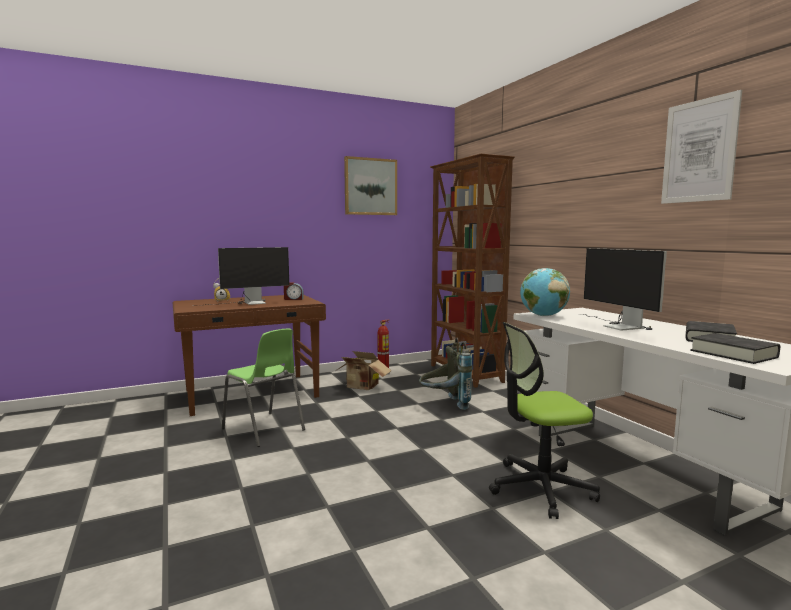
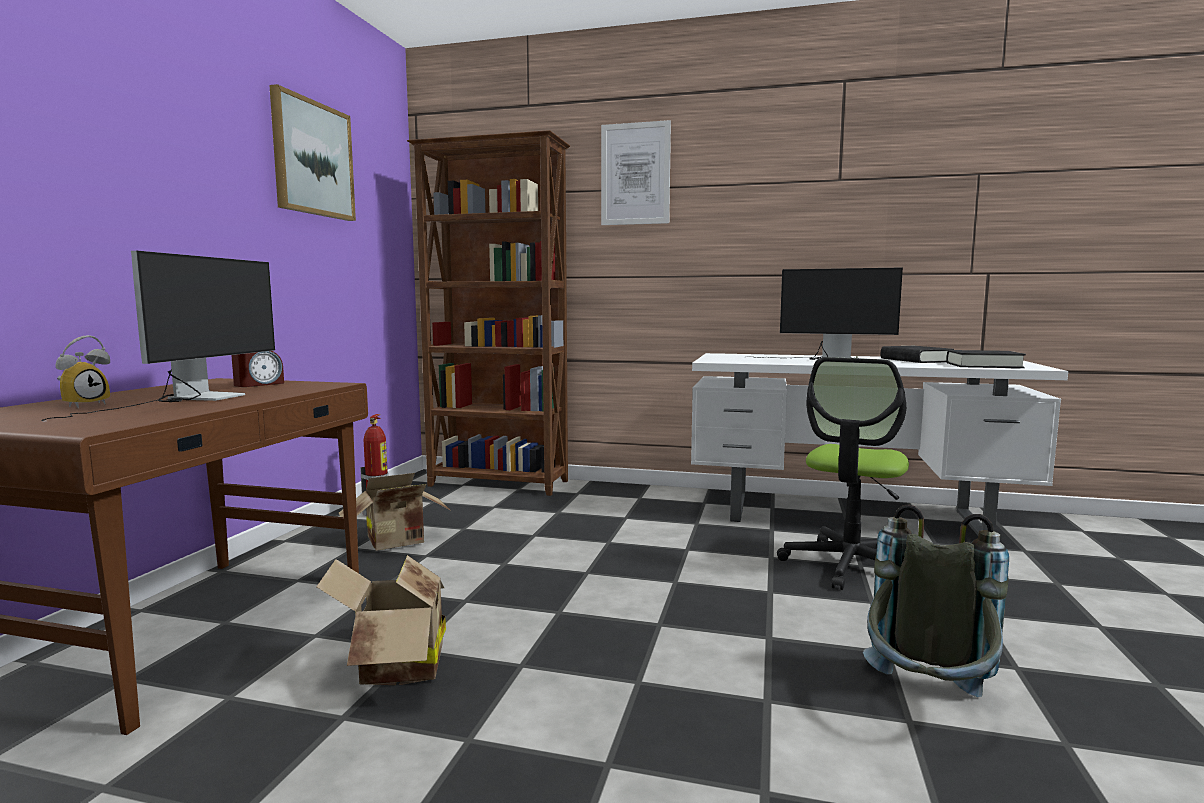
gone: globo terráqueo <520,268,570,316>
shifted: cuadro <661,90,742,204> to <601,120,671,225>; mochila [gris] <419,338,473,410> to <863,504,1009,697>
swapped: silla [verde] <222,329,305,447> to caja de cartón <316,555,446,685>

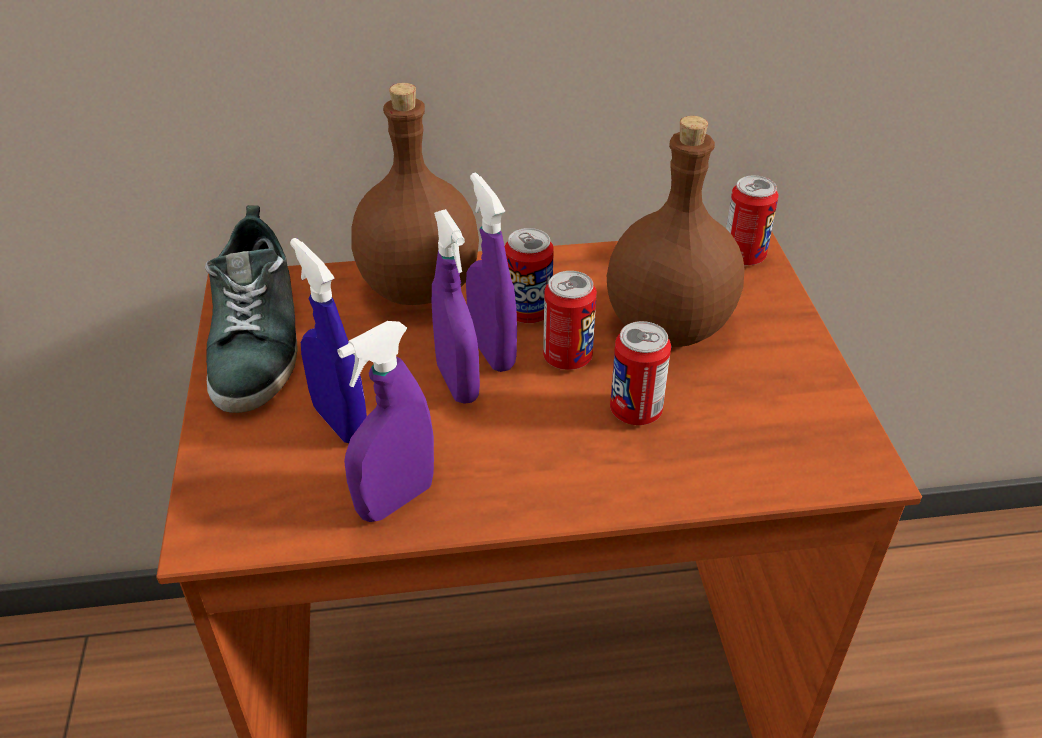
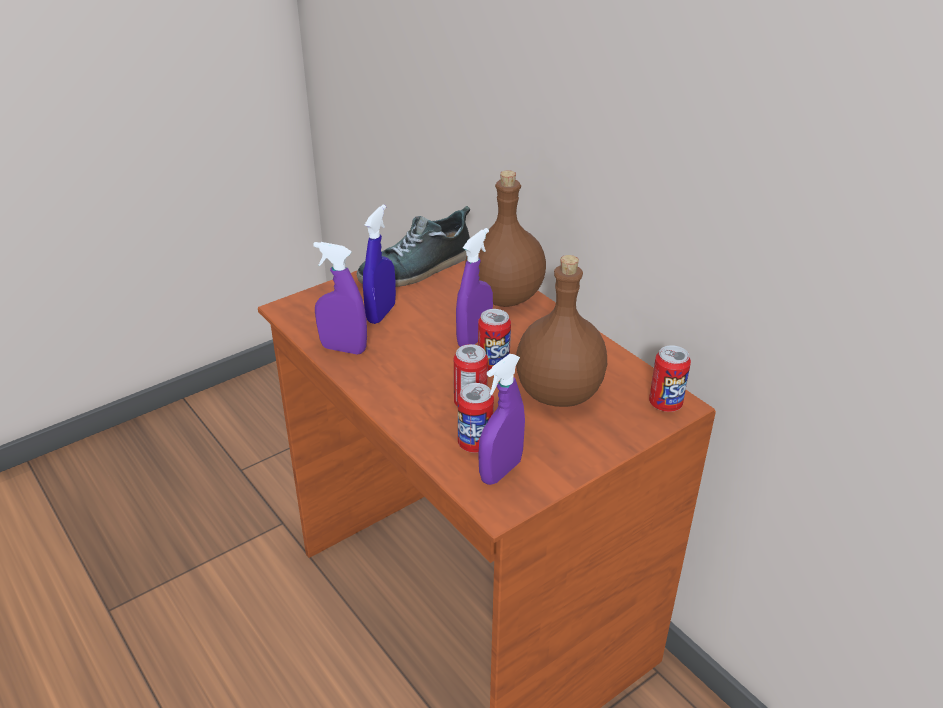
shifted: lata <505,228,554,323> to <458,383,494,453>; pulverizador [morado] <432,209,480,404> to <478,354,525,485>

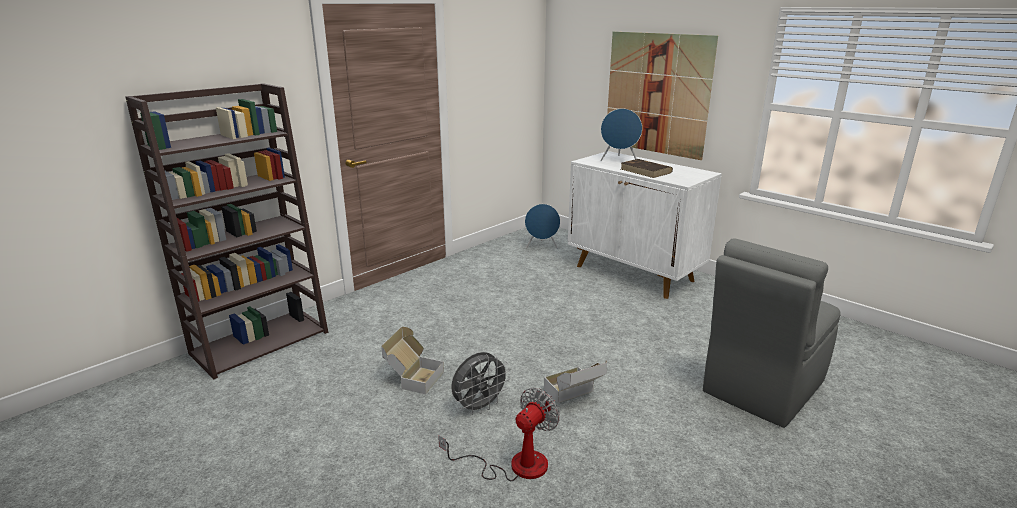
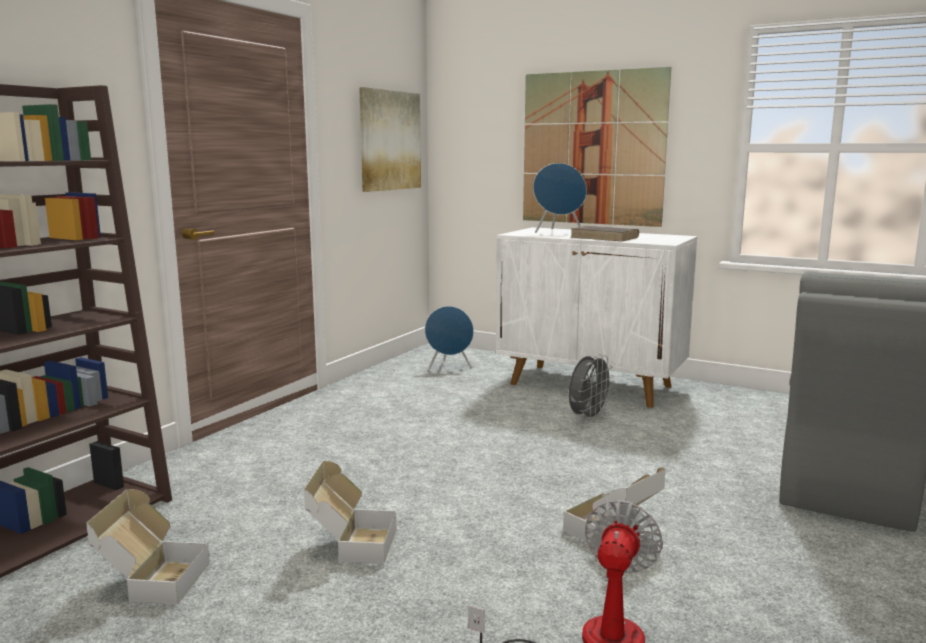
new: caja de cartón <86,489,210,605>; cuadro <359,87,421,192>
shifted: ventilador [gris] <451,352,510,415> to <569,354,614,422>

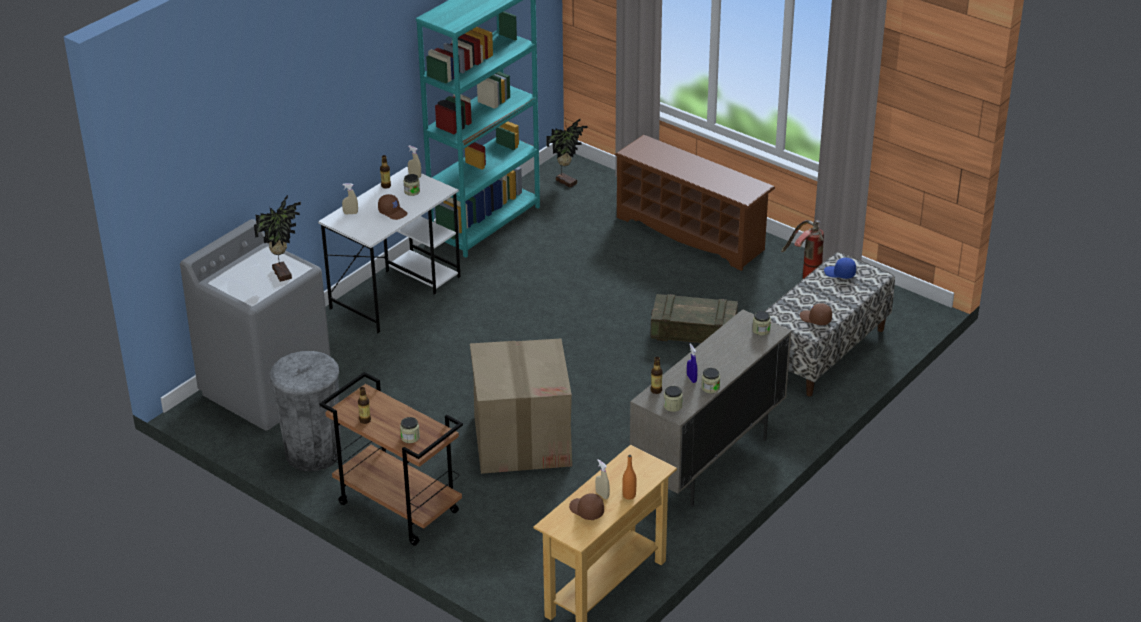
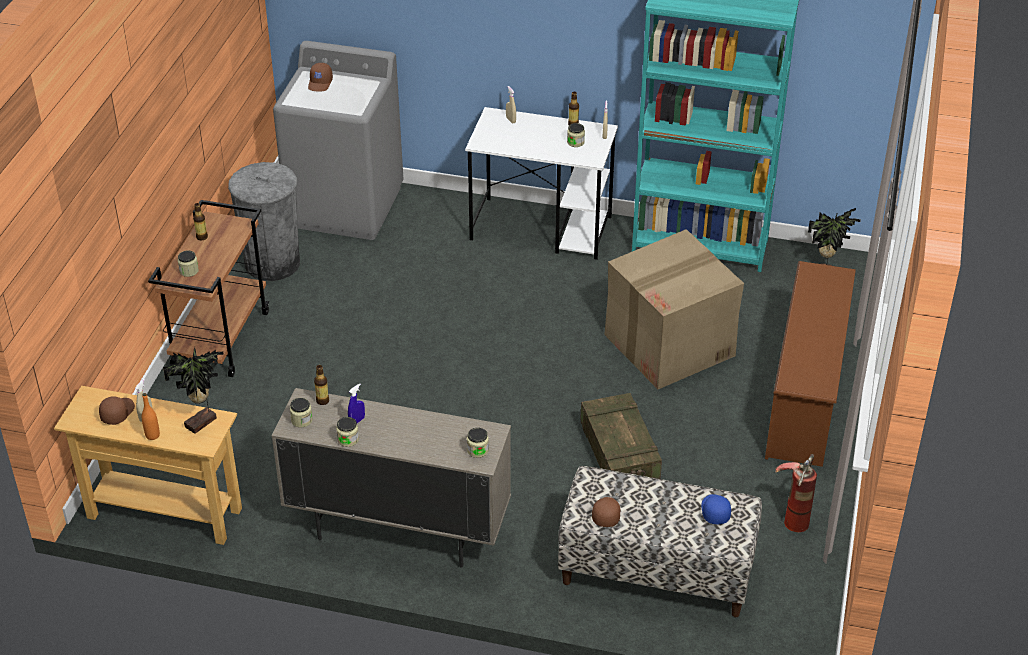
shifted: planta en maceta <254,195,301,282> to <163,349,224,434>; gorra [marrón] <378,194,407,220> to <308,63,333,92>; caja de cartón <470,338,572,474> to <604,229,744,389>

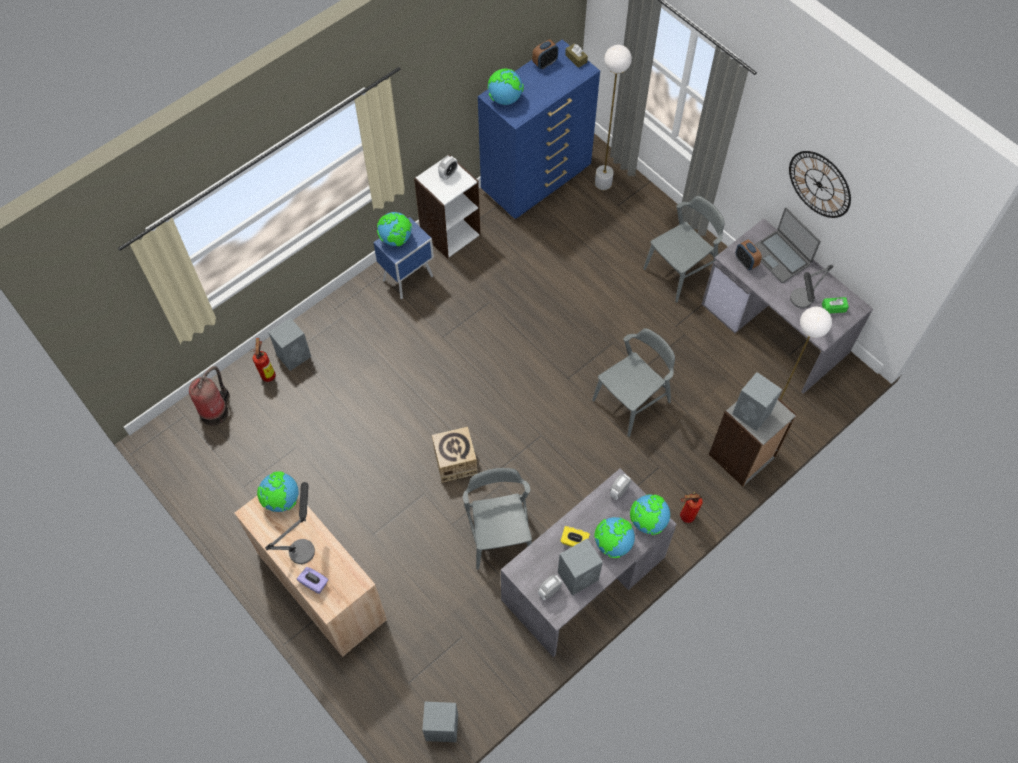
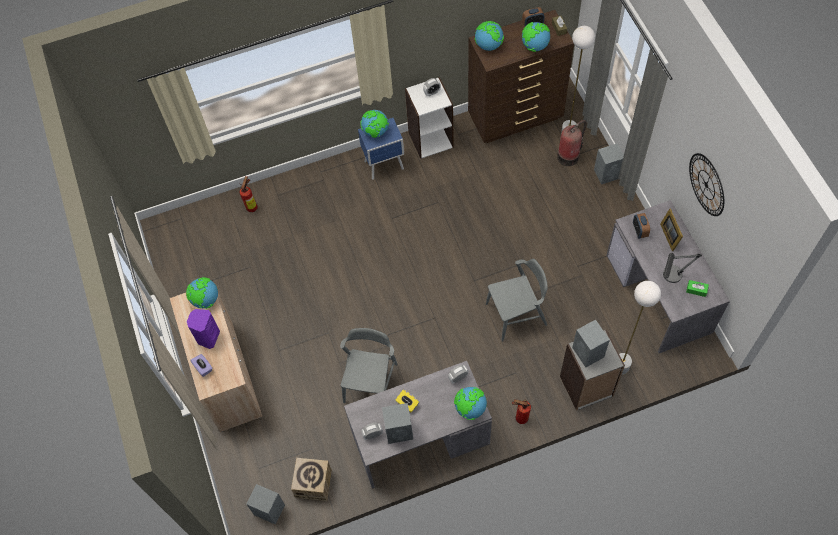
gone: silla [gris] <643,196,725,302>
shifted: caja de cartón <432,427,477,483> to <291,458,332,501>; globo terráqueo <594,517,635,558> to <522,22,550,52>; extintor <189,366,230,426> to <557,120,587,166>; altavoz [gris] <268,318,311,371> to <594,143,624,184>
swapped: lámpara de mesa <265,482,315,564> to altavoz [morado] <187,309,220,349>; portátil <754,208,820,283> to portarretratos <660,209,683,251>
repainted: cómoda [azul] <478,40,600,219> to cómoda [marrón] <468,10,574,143>

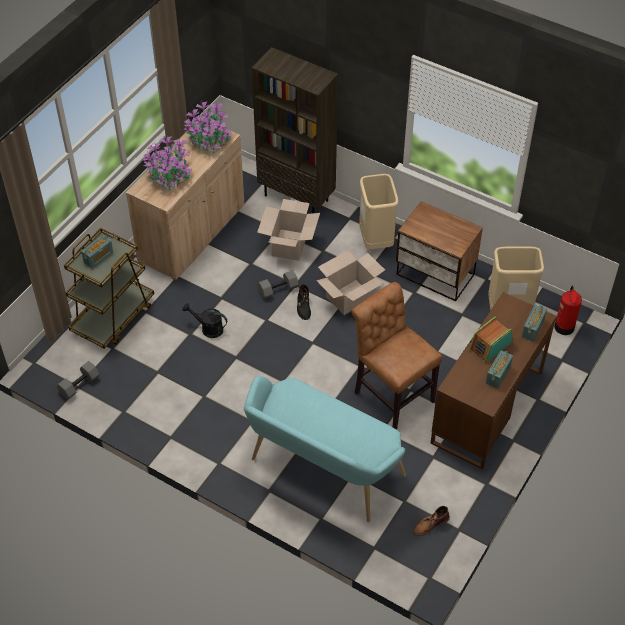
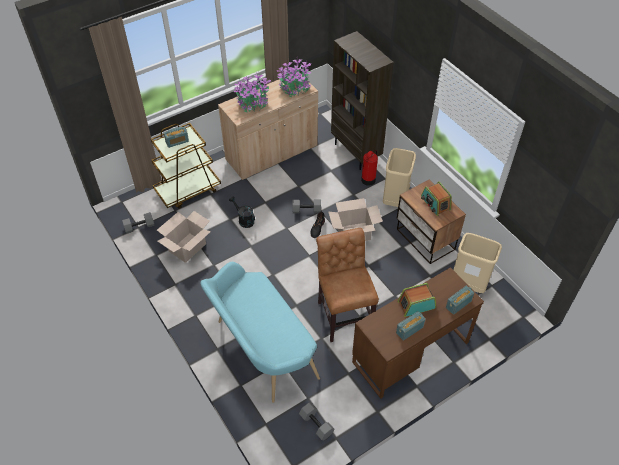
new: radio <421,181,452,216>
shifted: caja de cartón <257,199,320,261> to <157,211,210,263>; extintor <554,285,582,335> to <361,150,378,186>
swapped: bota [marrón] <413,506,450,536> to mancuerna [gris] <299,403,335,441>

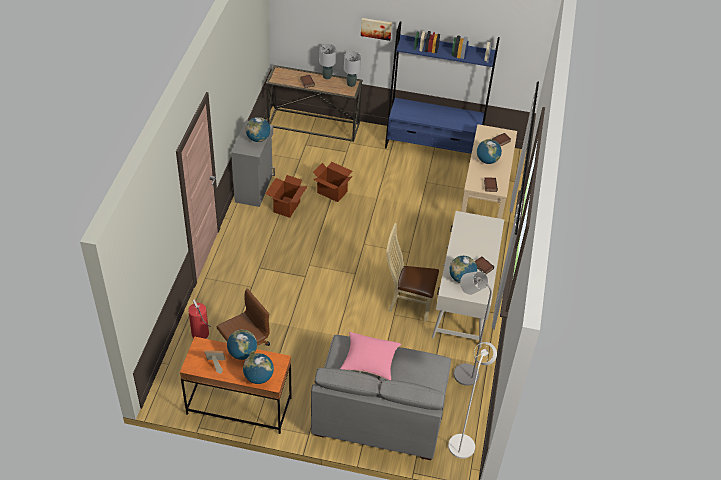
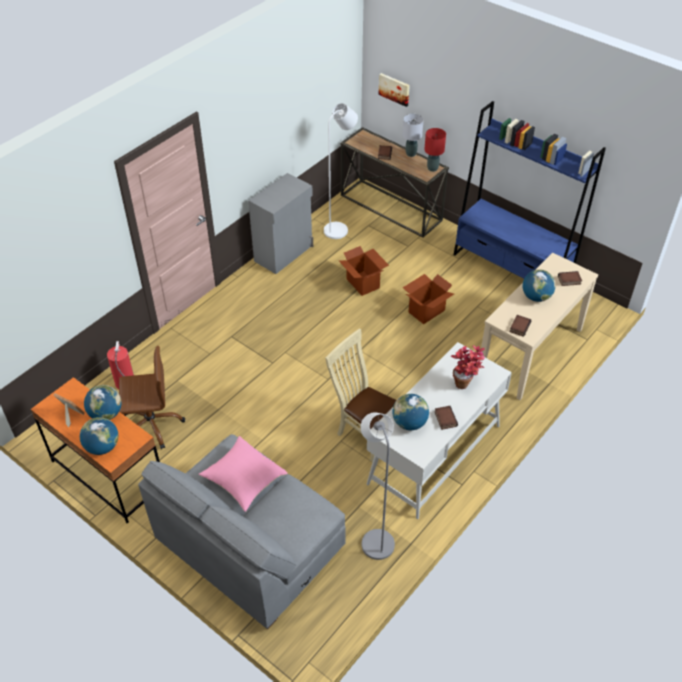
gone: globo terráqueo <246,117,270,142>
new: planta en maceta <451,346,485,389>
shifted: lámpara de pie [blanco] <448,342,497,459> to <324,103,358,239>; cuadro <361,18,392,41> to <379,73,410,107>; caja de cartón <265,175,308,218> to <403,274,454,324>
repainted: lámpara de mesa [gris] <344,51,361,87> to lámpara de mesa [rojo] <424,128,446,172>

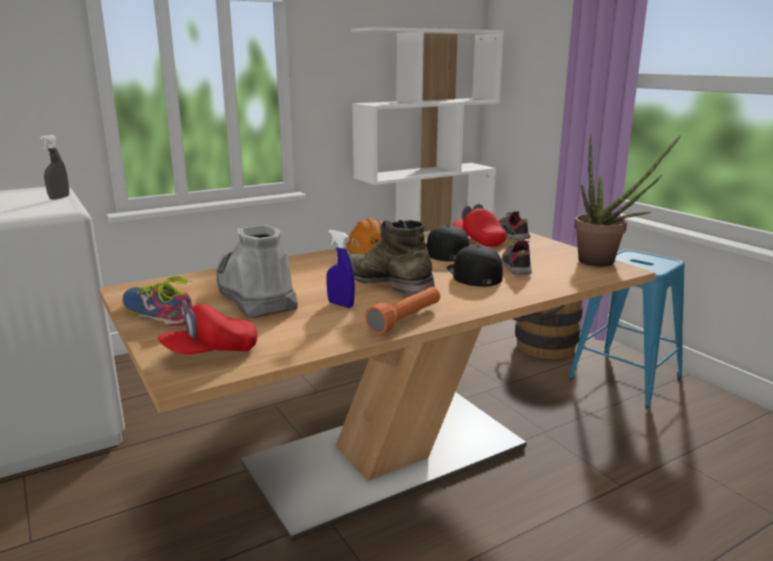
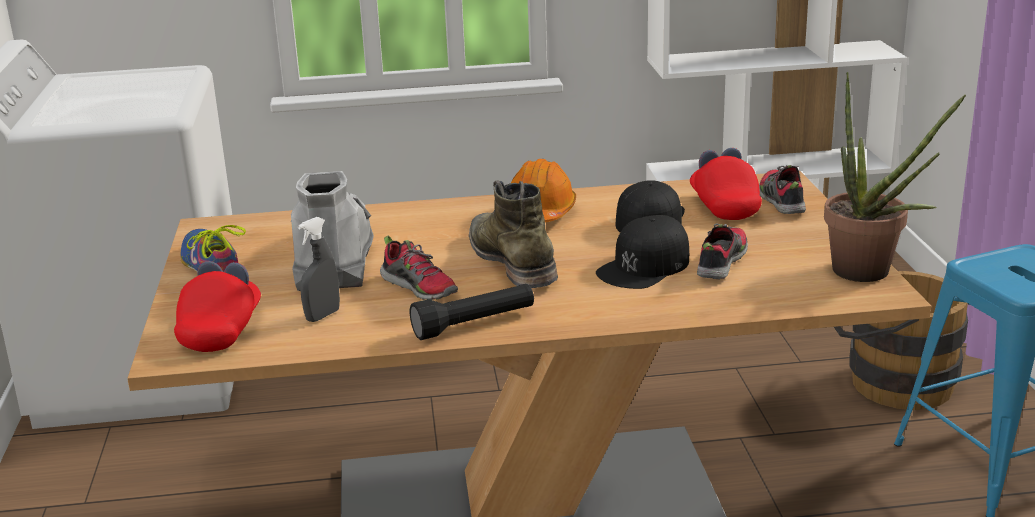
shifted: pulverizador [gris] <40,135,69,200> to <298,217,340,322>
swapped: pulverizador [azul] <326,230,355,308> to zapato <380,236,458,300>
repainted: linterna [naranja] <365,287,440,335> to linterna [negro] <410,284,534,340>
rotated: gorra [rojo] <158,300,257,354> = <174,261,261,352> 105 degrees clockwise; gorra [negro] <447,245,503,287> = <596,215,689,289> 150 degrees counterclockwise

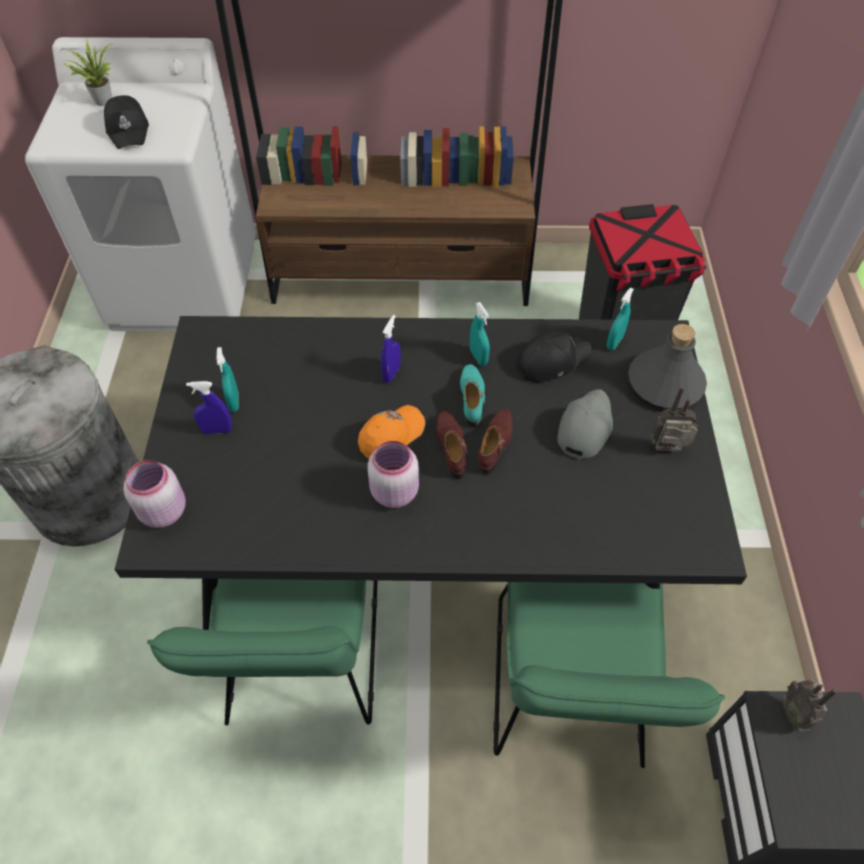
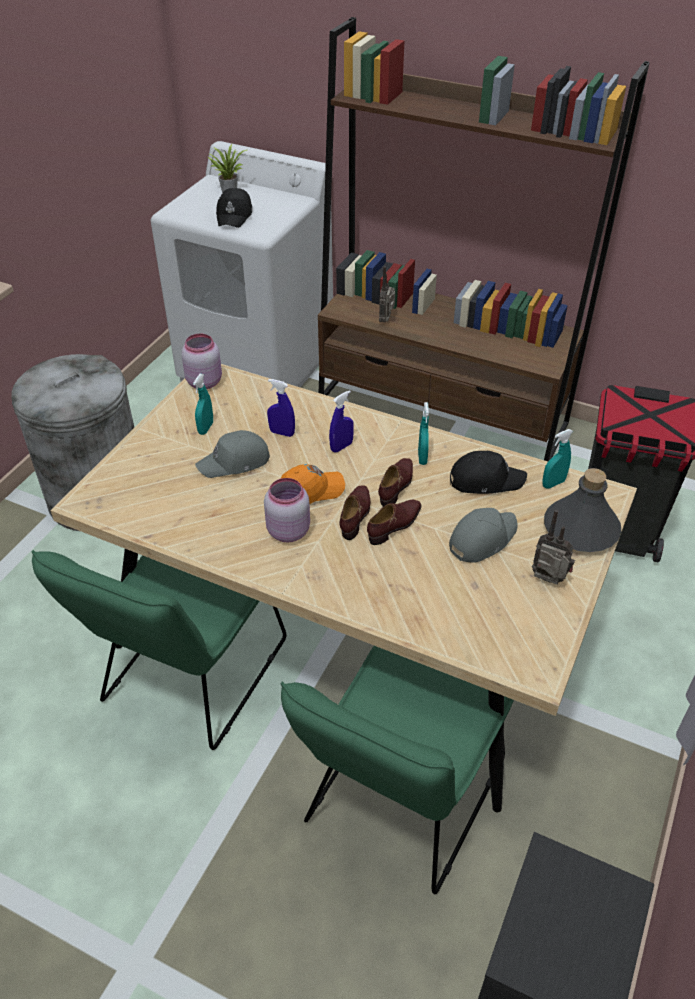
new: gorra [gris] <195,430,270,478>
shifted: tarro [rosa] <123,460,186,528> to <181,333,222,389>; pulverizador [azul] <186,381,232,434> to <267,379,295,437>; radio <783,679,837,732> to <379,266,395,323>
repainted: mesa de comedor [negro] <114,316,747,630> to mesa de comedor [beis] <50,364,637,813>; zapato [turquesa] <459,364,485,428> to zapato [marrón] <378,458,413,507>

